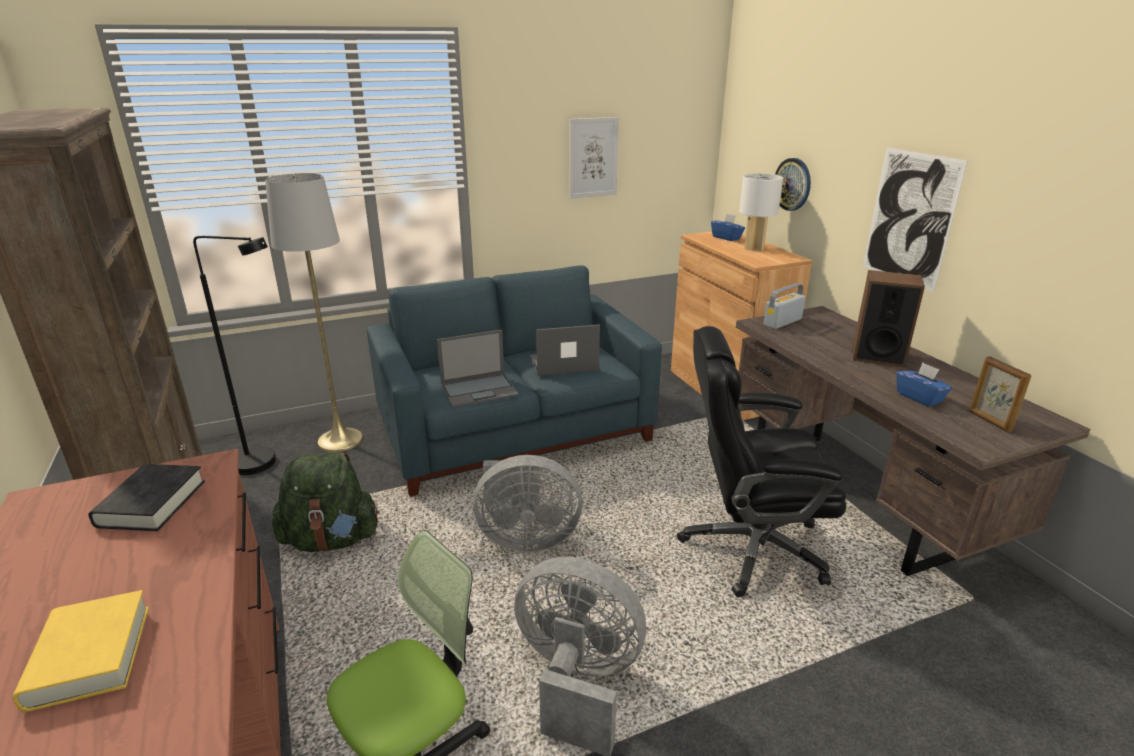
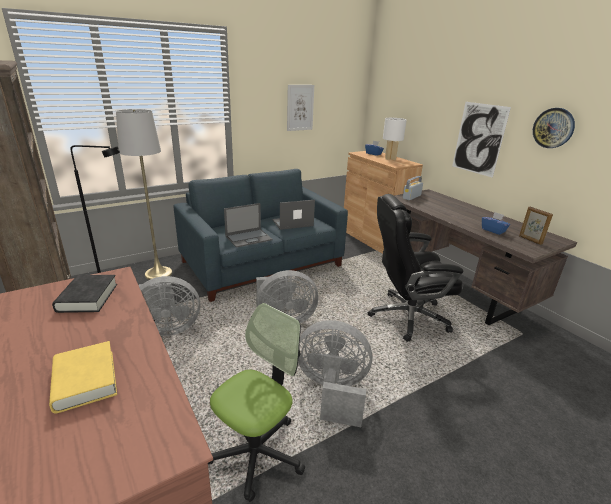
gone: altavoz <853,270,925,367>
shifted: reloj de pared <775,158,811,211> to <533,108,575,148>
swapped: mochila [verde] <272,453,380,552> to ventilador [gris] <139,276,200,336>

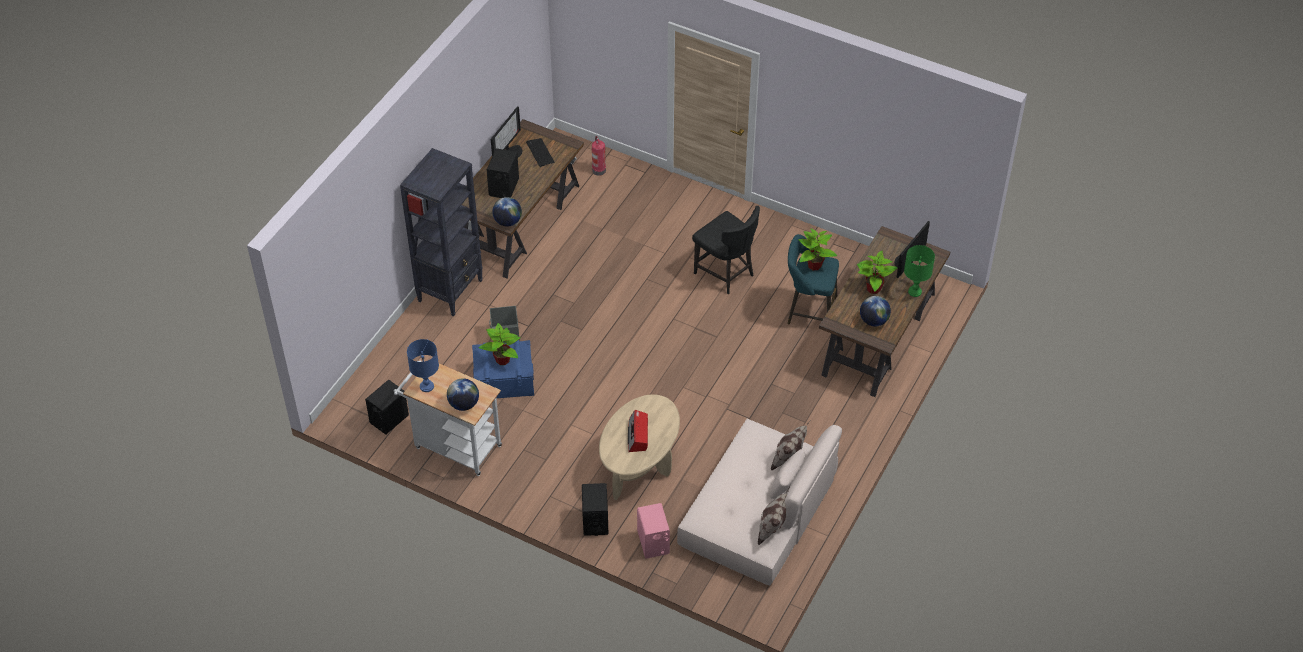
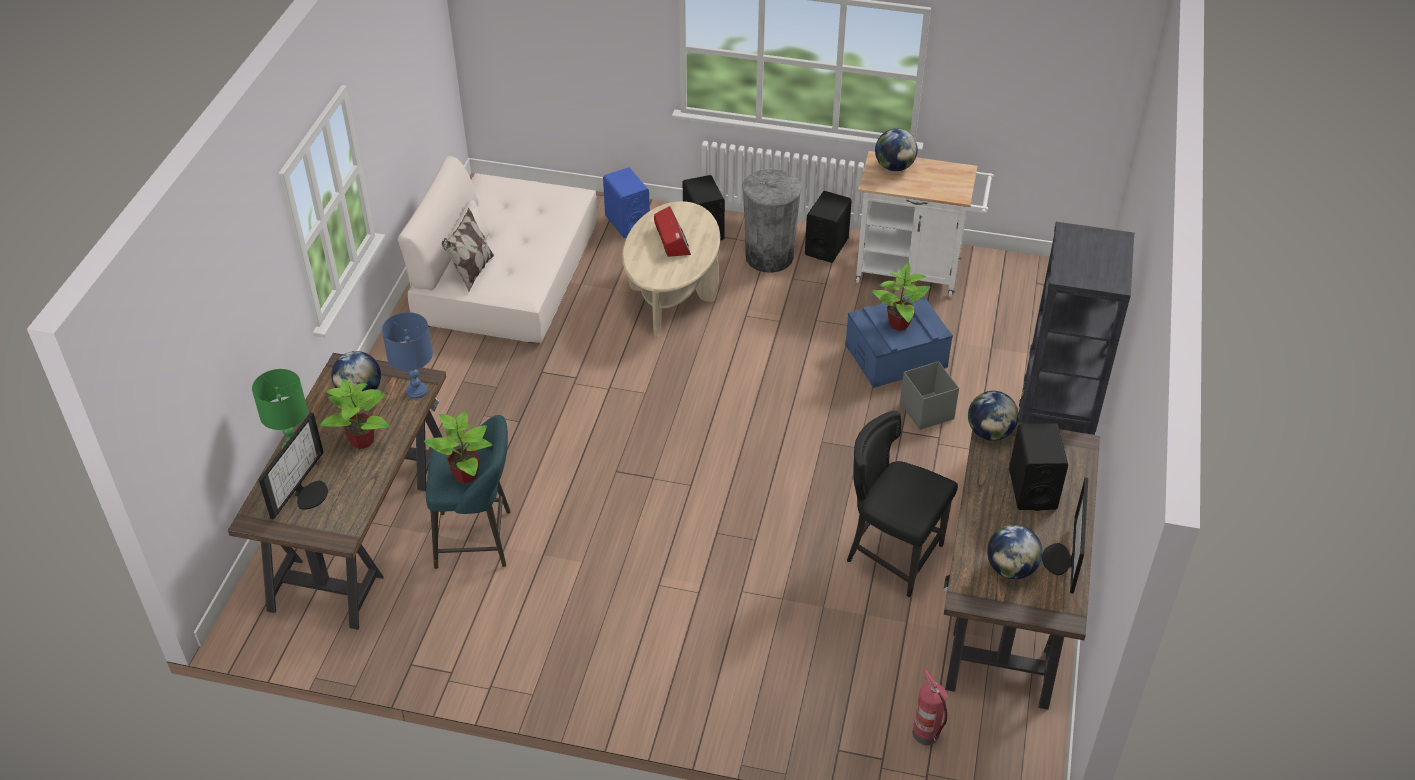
gone: cojín <758,487,790,545>
new: papelera [gris] <742,169,802,273>
shifted: lámpara de mesa [azul] <407,339,439,392> to <382,312,433,399>; altavoz [negro] <365,380,409,435> to <805,191,852,263>; silla [negro] <692,206,760,294> to <847,411,958,597>
swapped: teclado <526,138,555,167> to globo terráqueo <987,525,1042,579>
repainted: altavoz [rosa] <637,503,670,559> to altavoz [azul] <603,167,650,238>

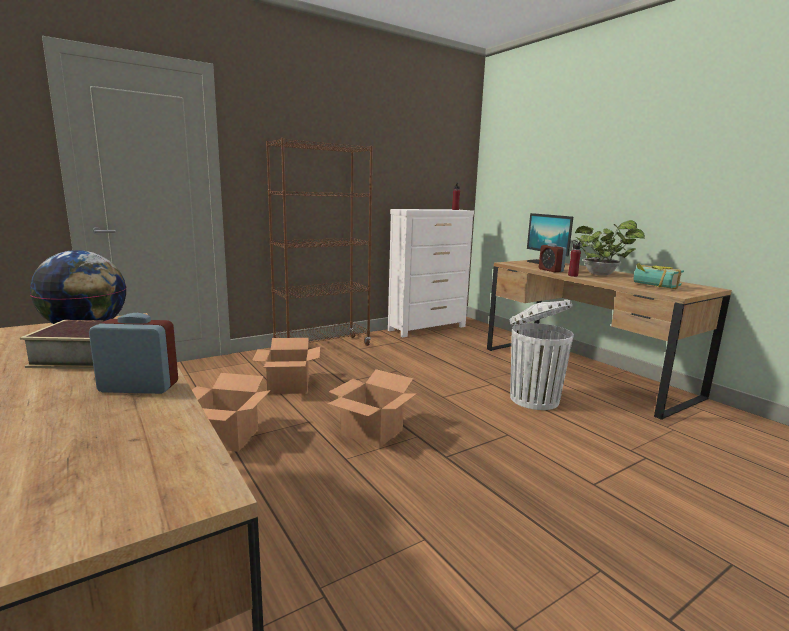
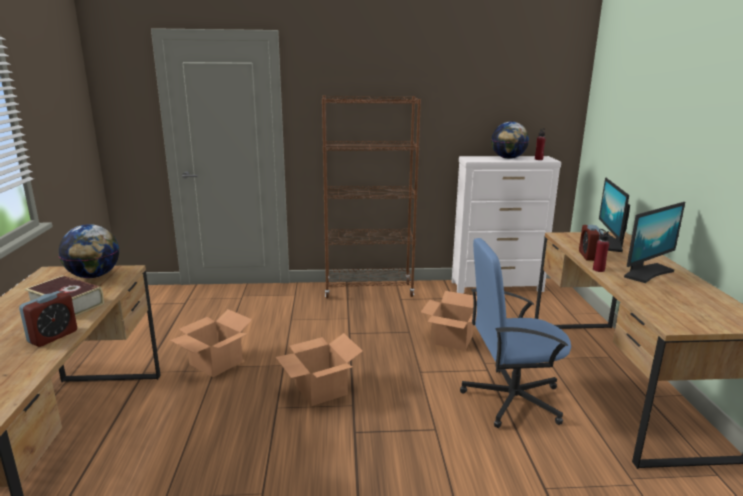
gone: libro <634,263,684,289>
new: globo terráqueo <491,122,529,159>
shifted: caja de cartón <252,338,320,394> to <421,291,477,351>
swapped: papelera [blanco] <509,300,574,410> to silla de oficina [azul] <460,238,571,428>; planta en maceta <575,220,645,275> to monitor <624,202,685,283>
rotated: despertador <89,313,178,394> = <19,291,77,347> 90 degrees clockwise

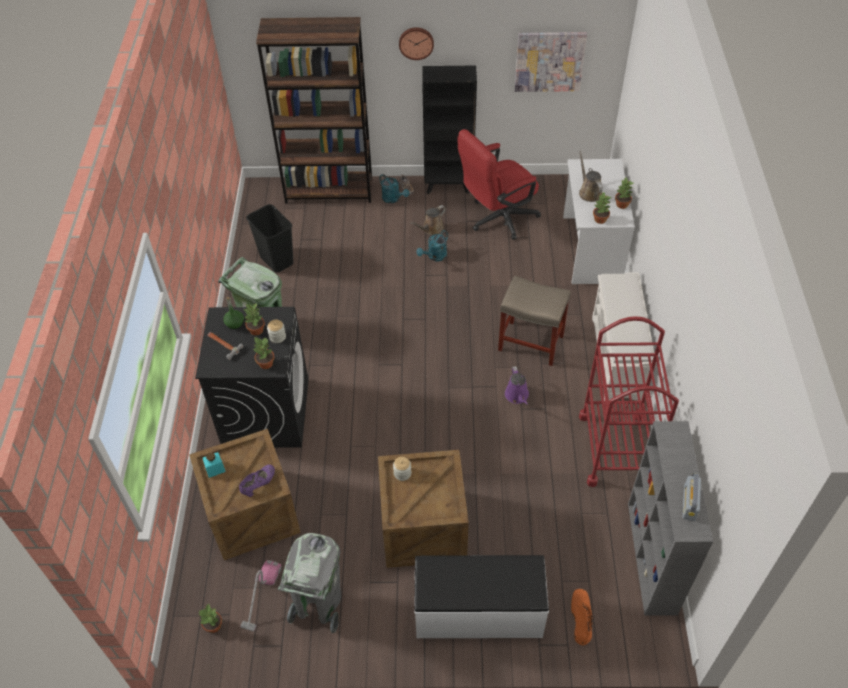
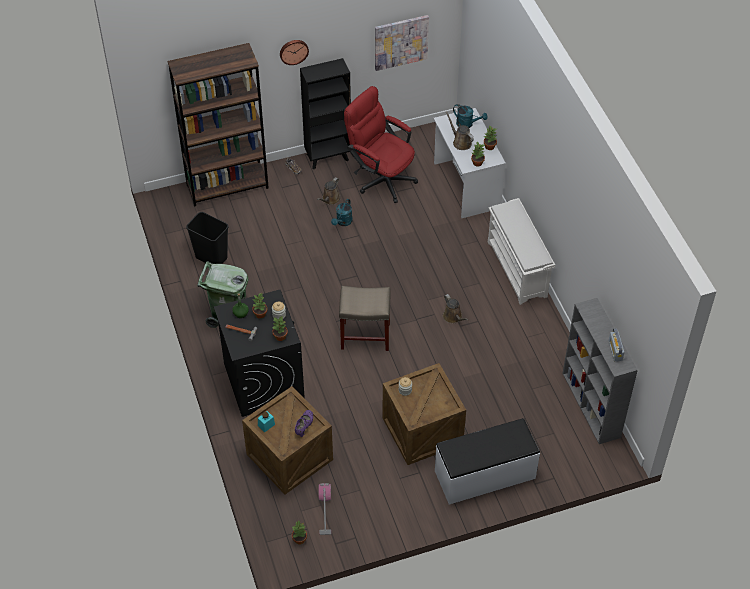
gone: papelera [gris] <278,533,341,633>; bota [naranja] <571,589,593,645>; carrito [rojo] <579,316,679,487>
shifted: taburete [beis] <498,276,571,366> to <339,286,391,351>; regadera [turquesa] <379,174,409,203> to <453,104,488,128>
repainted: regadera [morado] <505,366,529,405> to regadera [marrón] <443,294,468,324>
rotated: silla de oficina [rojo] <458,129,541,240> = <344,86,418,203> 90 degrees clockwise

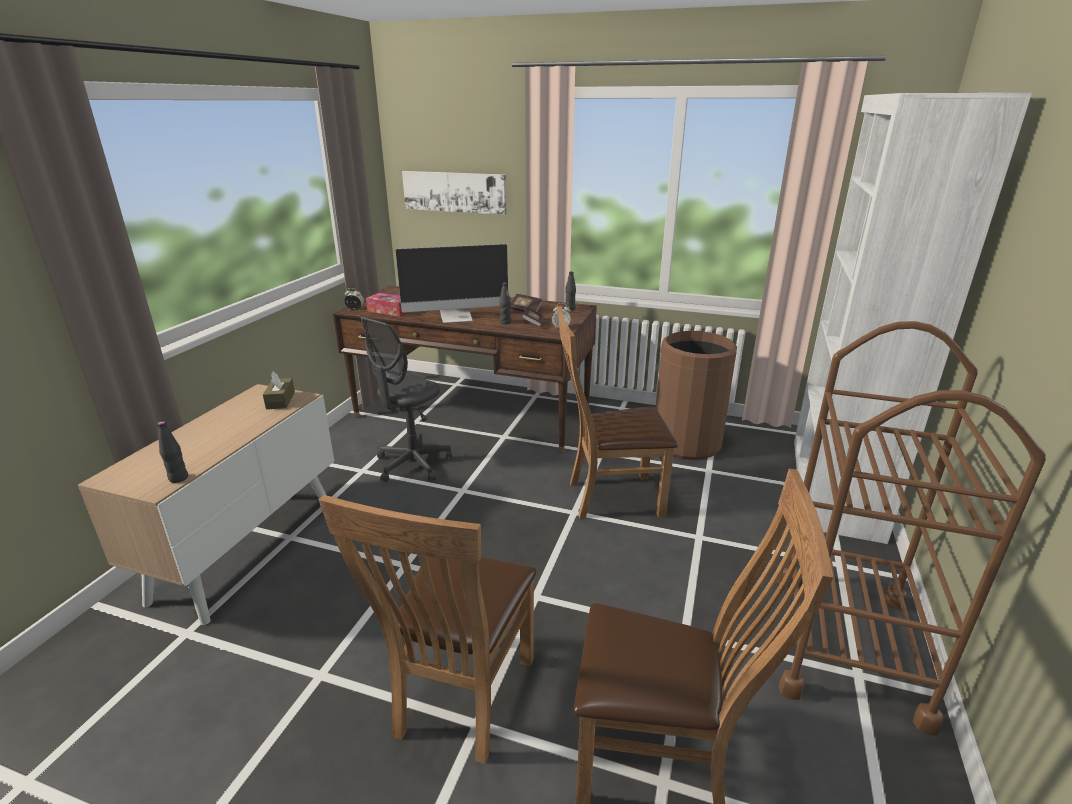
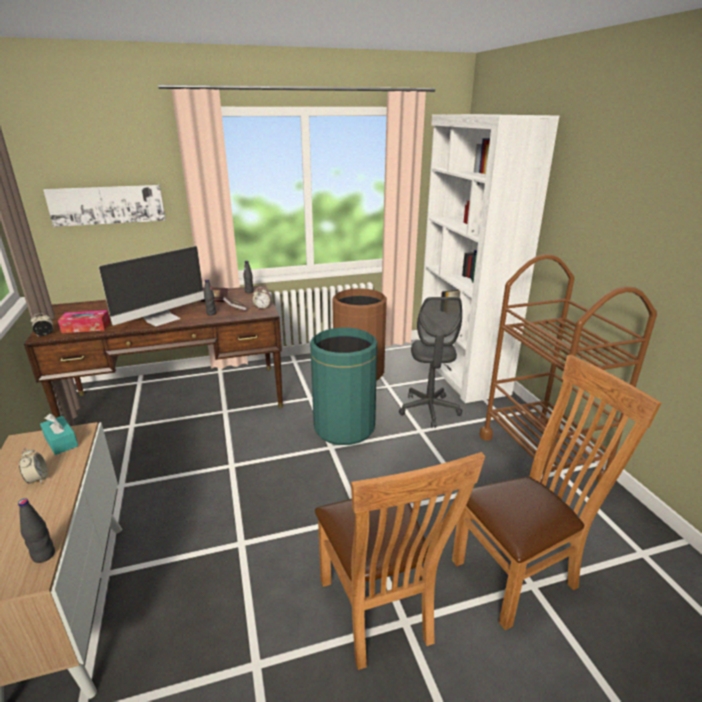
new: despertador <19,448,48,484>
shifted: silla de oficina [gris] <361,317,452,482> to <399,297,462,428>
swapped: silla [marrón] <557,306,678,519> to papelera [verde] <310,328,377,445>
repainted: caja de pañuelos [marrón] <263,372,295,409> to caja de pañuelos [turquesa] <40,414,78,455>

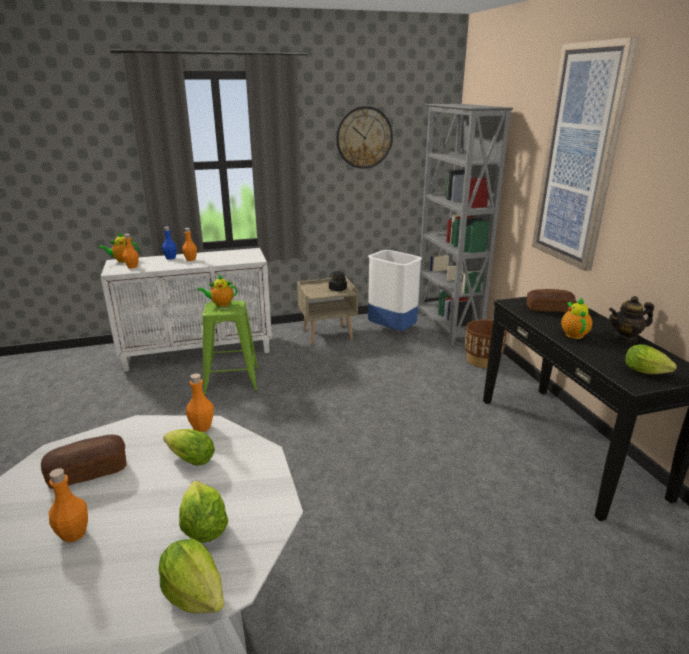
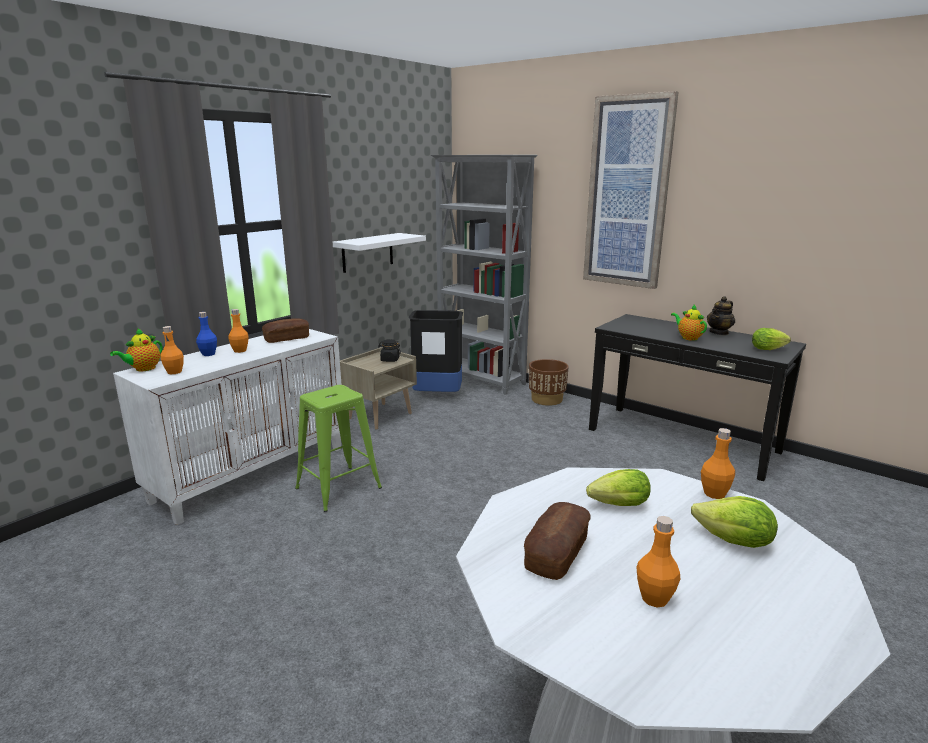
gone: lechuga <158,539,224,614>; tetera <197,275,238,307>; reloj de pared <336,106,393,169>
new: estante [blanco] <333,233,426,273>
shifted: pan <527,289,576,312> to <262,318,309,343>; botella [naranja] <186,373,214,432> to <701,428,735,499>
repainted: papelera [blanco] <368,250,422,331> to papelera [negro] <408,310,463,392>

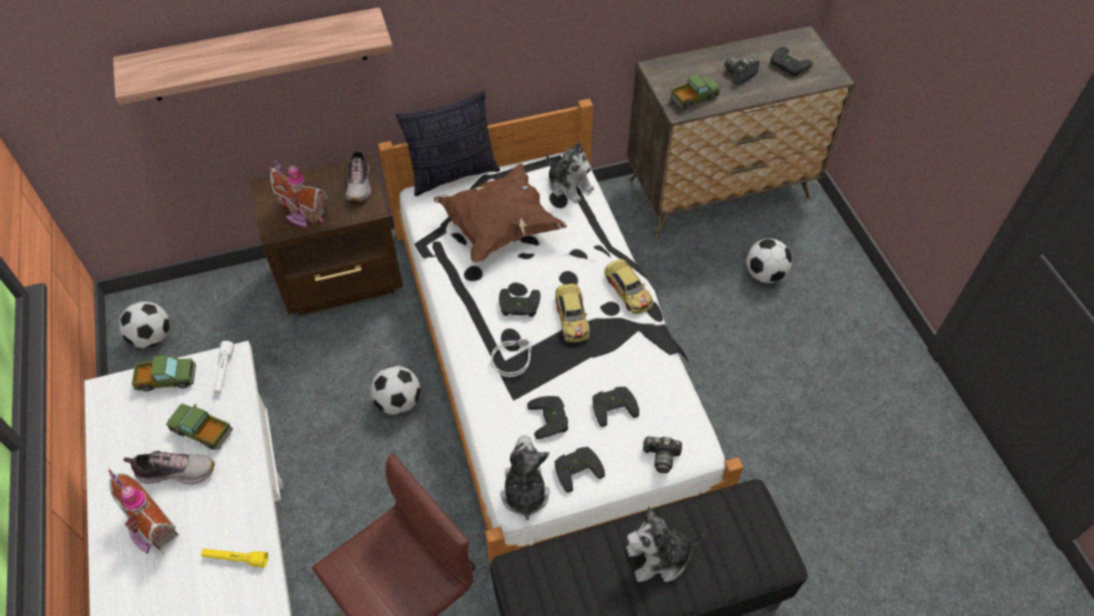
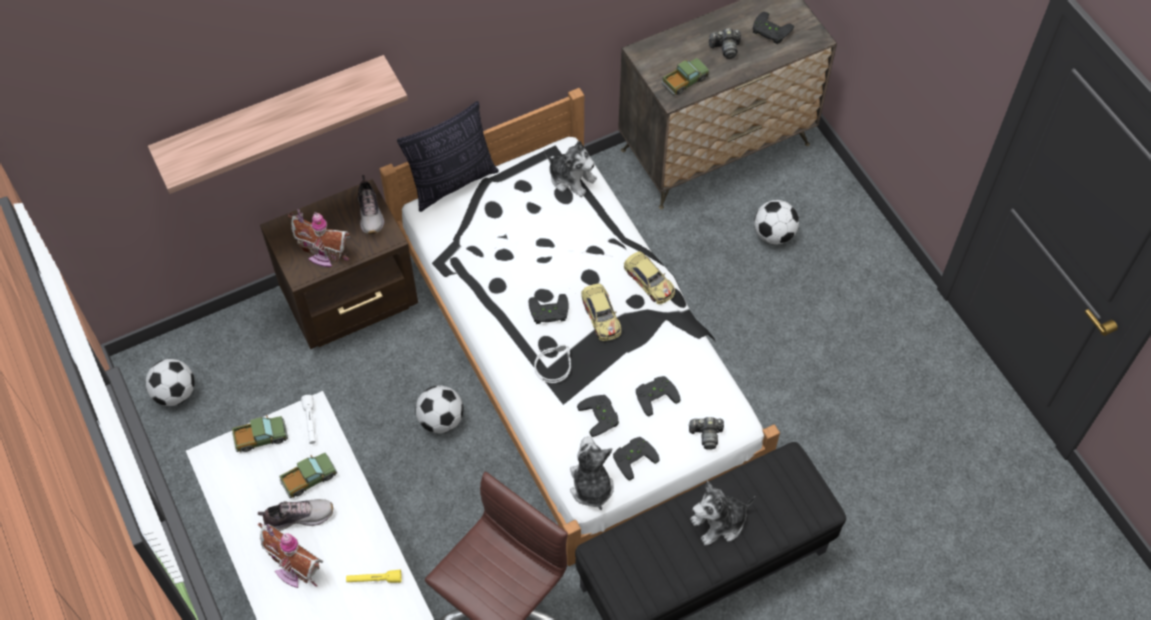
gone: cojín [marrón] <434,164,567,262>
rotated: camión de juguete <166,404,233,450> = <279,453,337,498> 135 degrees clockwise; cámara <725,57,760,85> = <709,28,741,59> 135 degrees counterclockwise

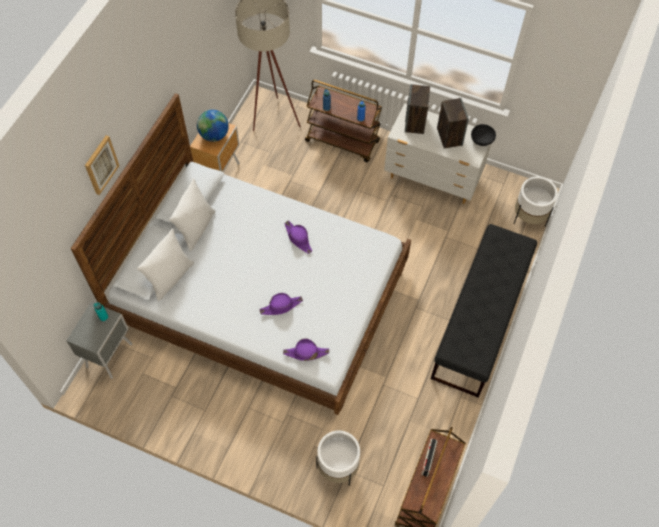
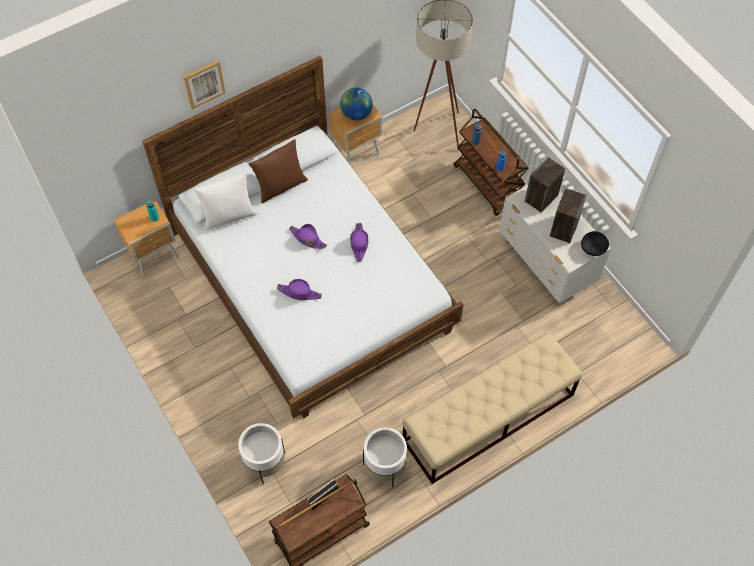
shifted: sombrero [morado] <283,338,329,361> to <289,224,327,249>; maceta [blanco] <513,176,558,227> to <363,427,407,488>
repainted: mesita de noche [gris] <66,302,133,379> to mesita de noche [marrón] <114,200,179,277>; cojín [blanco] <169,178,215,251> to cojín [marrón] <249,139,308,203>; banco [negro] <431,224,537,398> to banco [beis] <402,332,582,484>

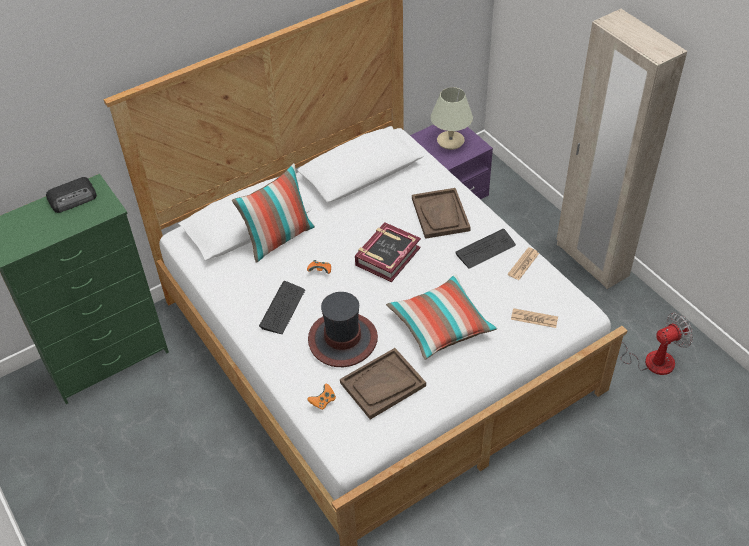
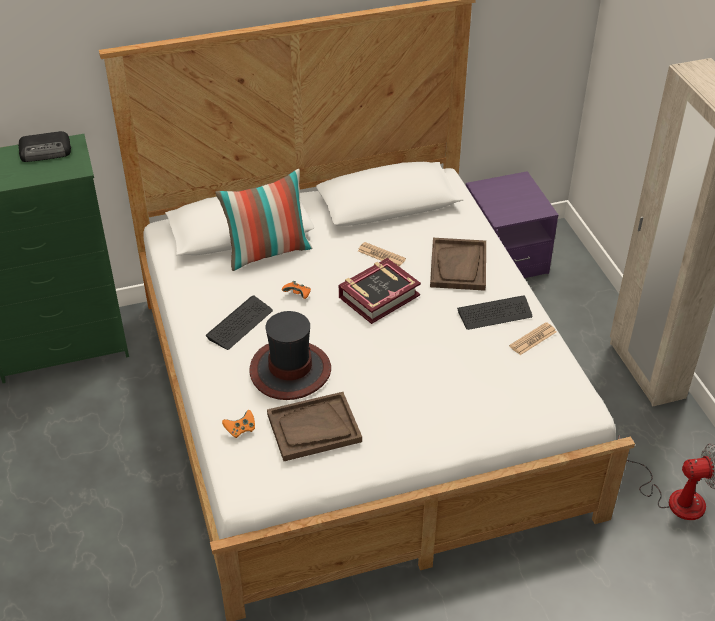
gone: cojín <386,274,498,360>; lámpara de mesa [beis] <431,87,473,150>
shifted: periódico <511,308,558,328> to <358,242,406,267>

